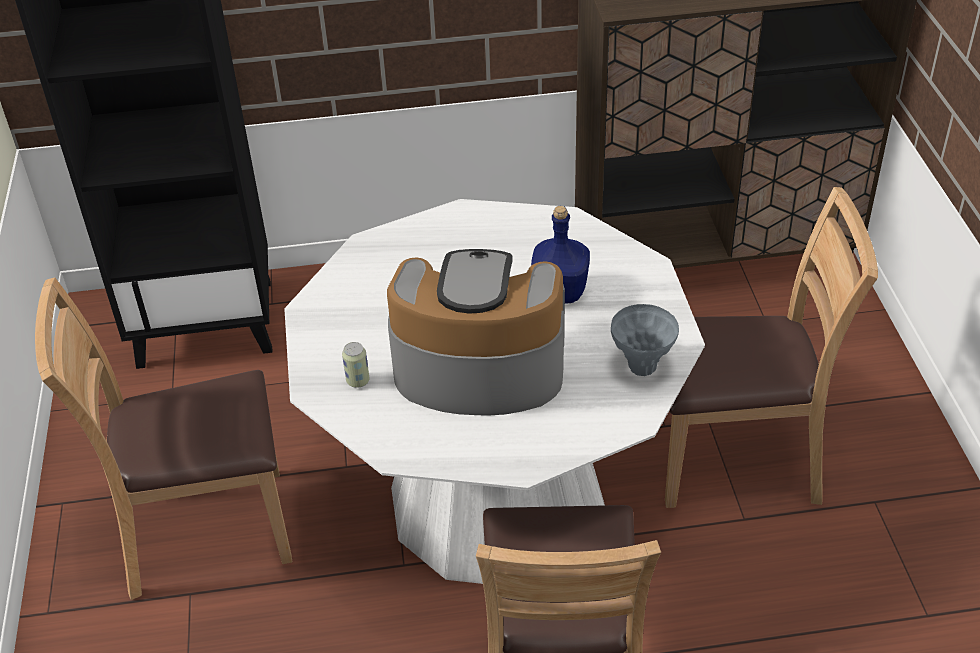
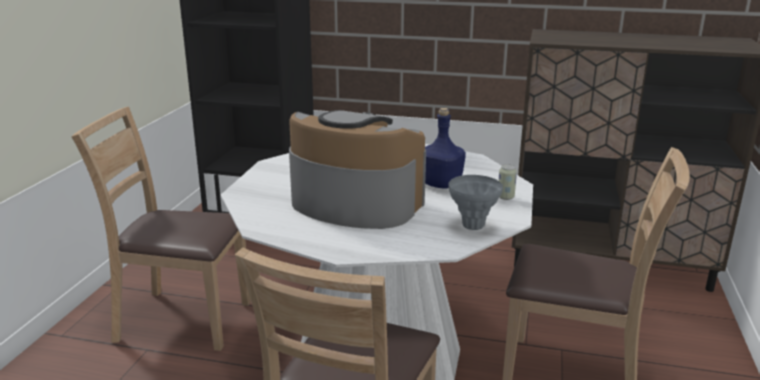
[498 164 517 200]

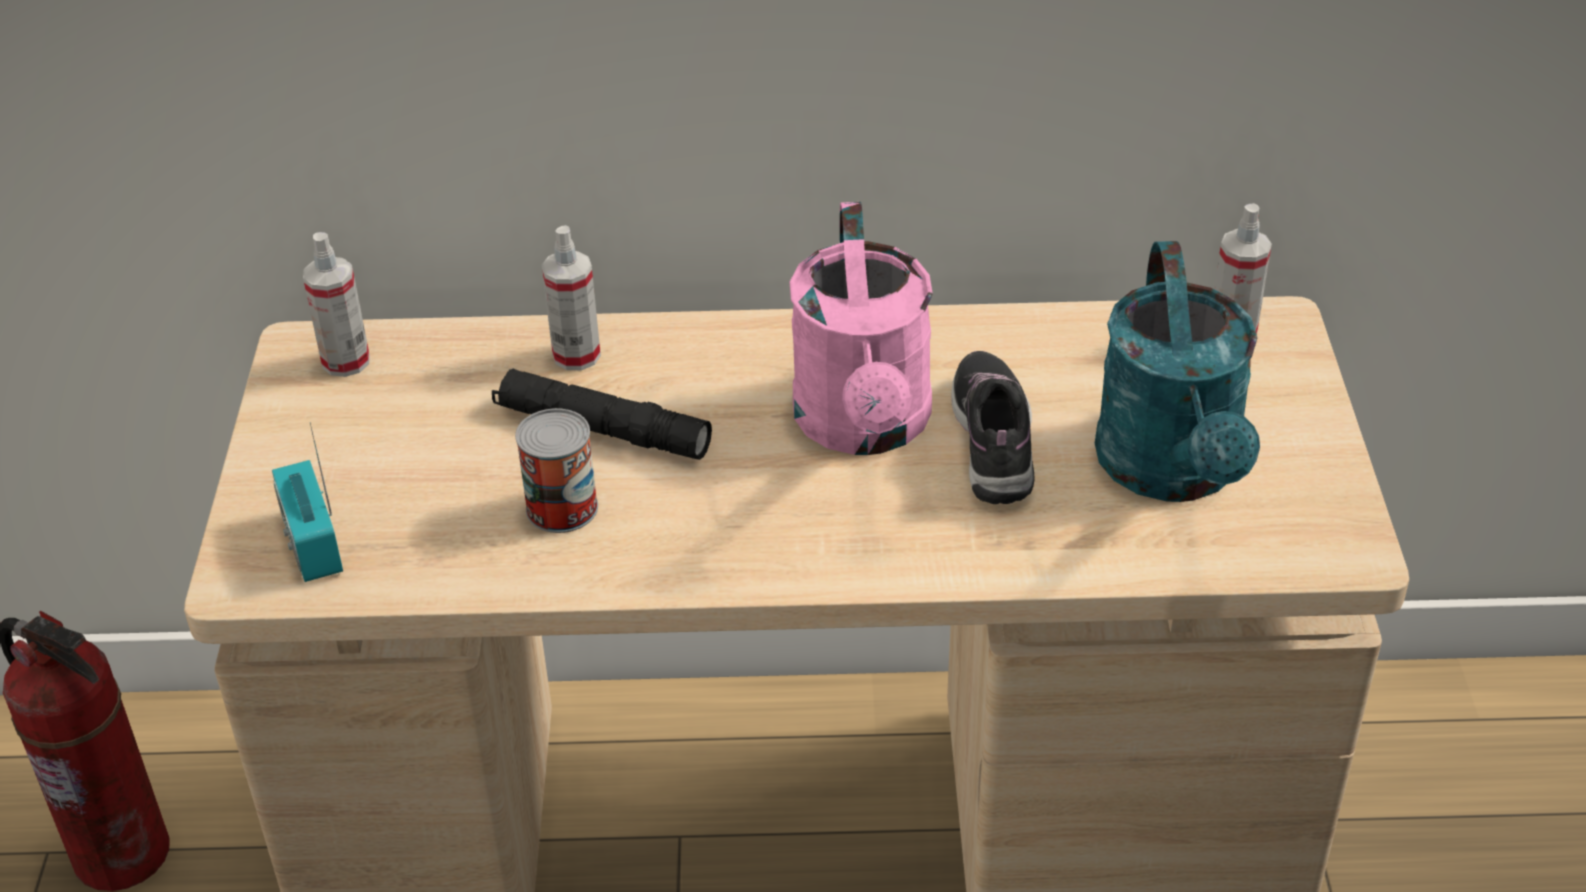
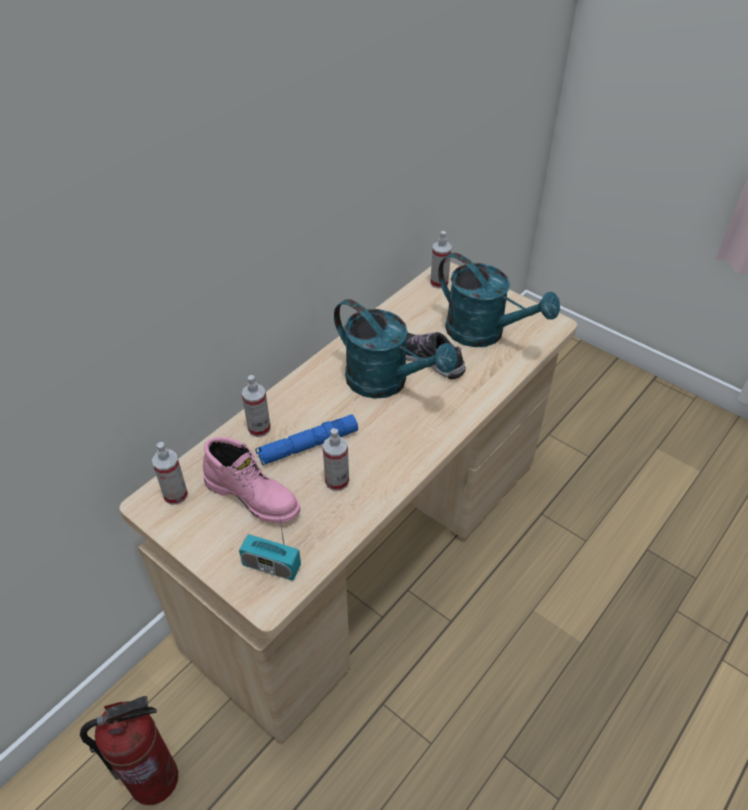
[334 299 458 399]
[255 414 358 465]
[323 428 349 491]
[203 437 300 523]

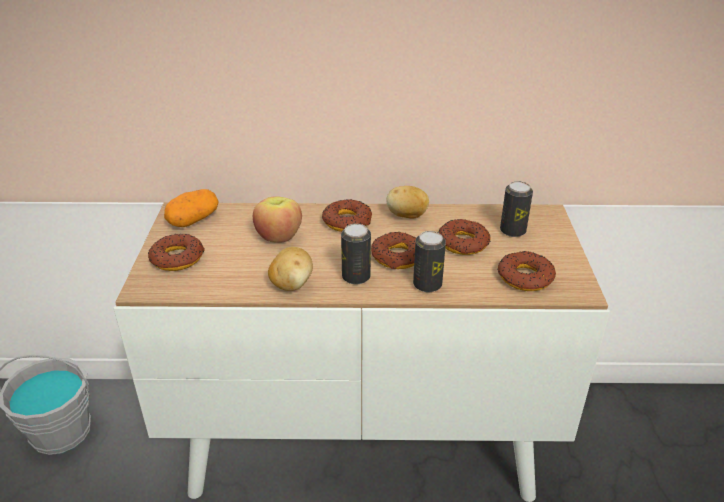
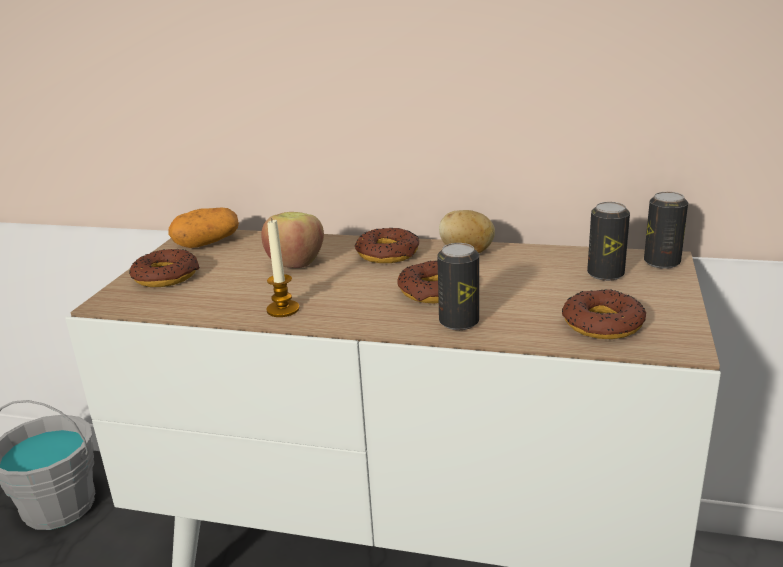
[438 219 490 255] (first image)
[644 192 688 269]
[266 218 300 317]

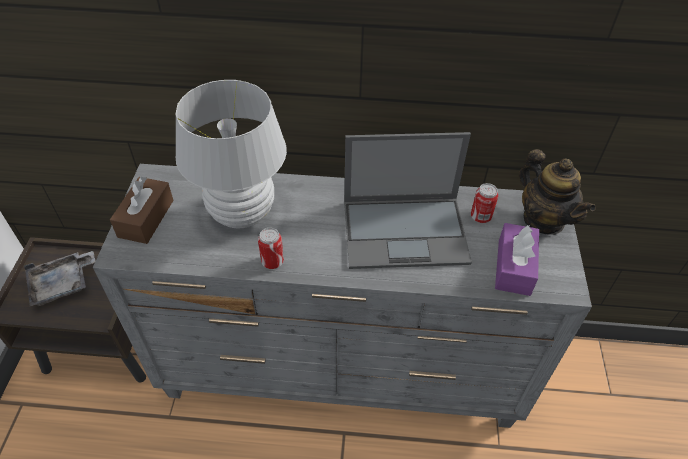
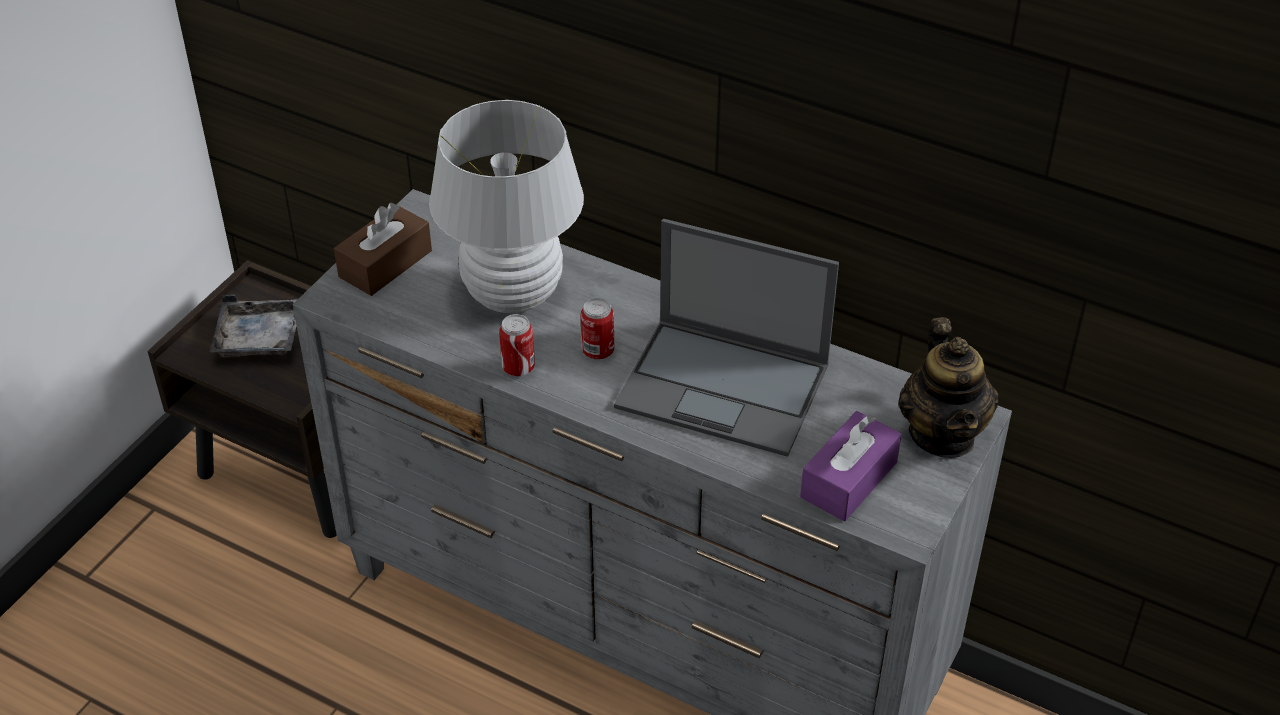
[581 298 614 360]

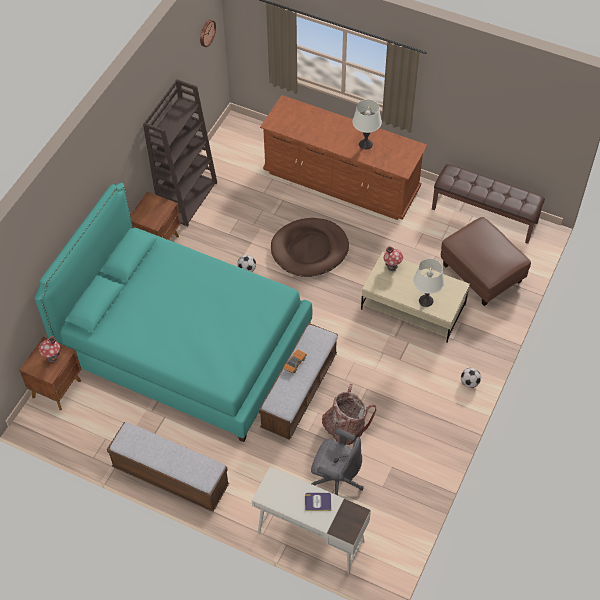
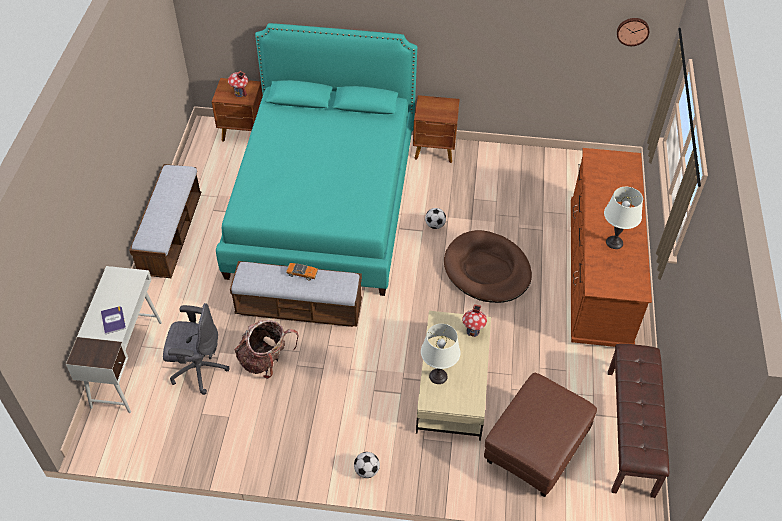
[143 79 217 226] (first image)
[163 303 230 395]

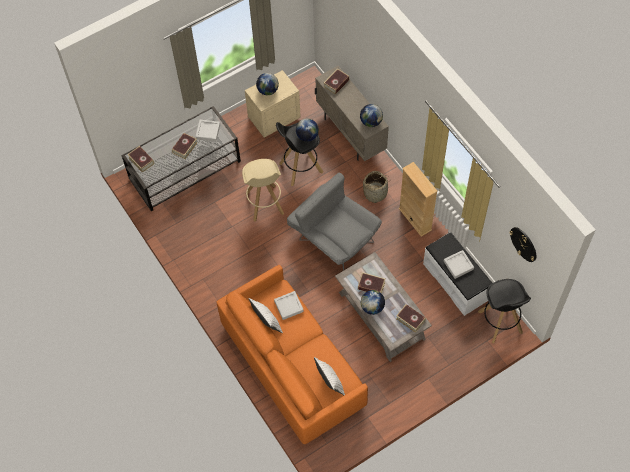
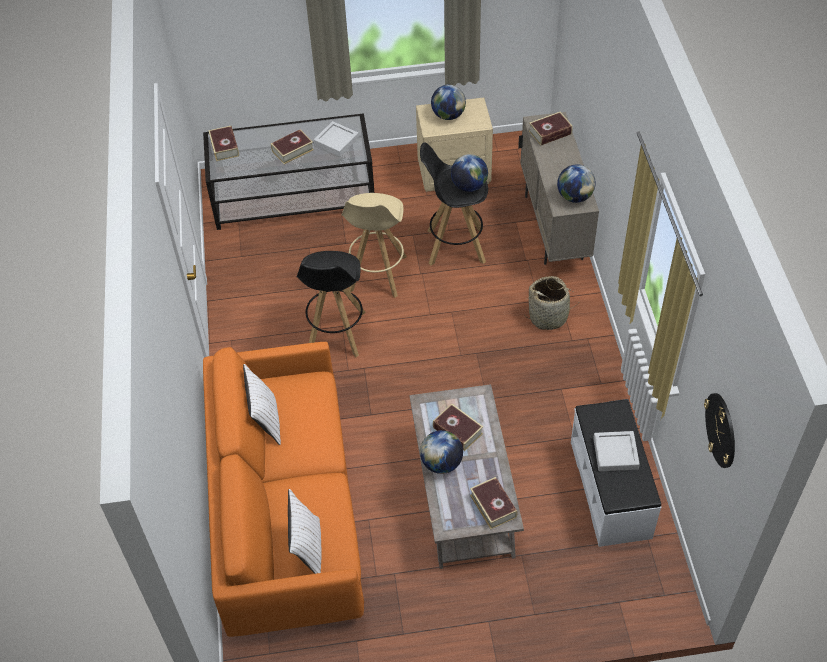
[399 162 438 237] (first image)
[287 172 382 271] (first image)
[297 251 366 357]
[274 291 304 320] (first image)

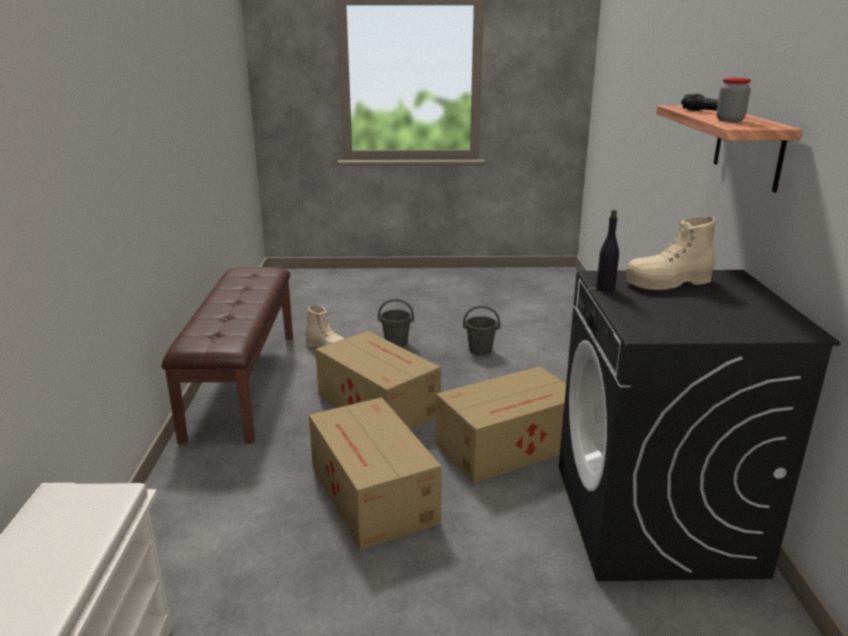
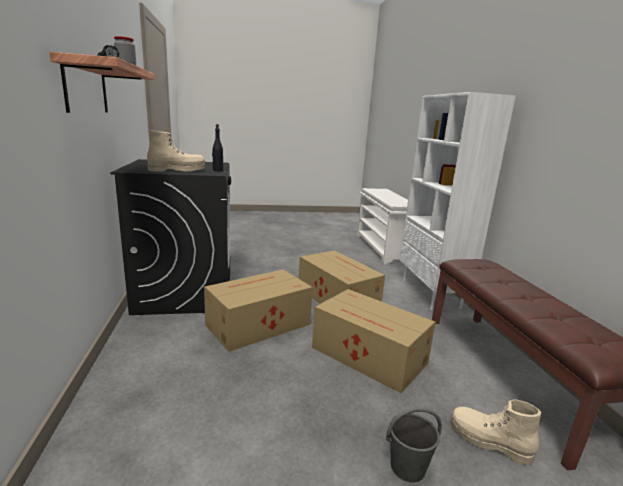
[463 305 500 355] (first image)
[400 92 516 310]

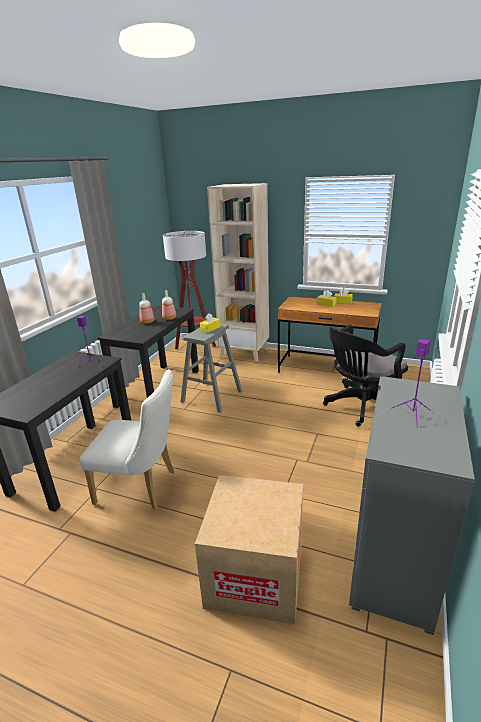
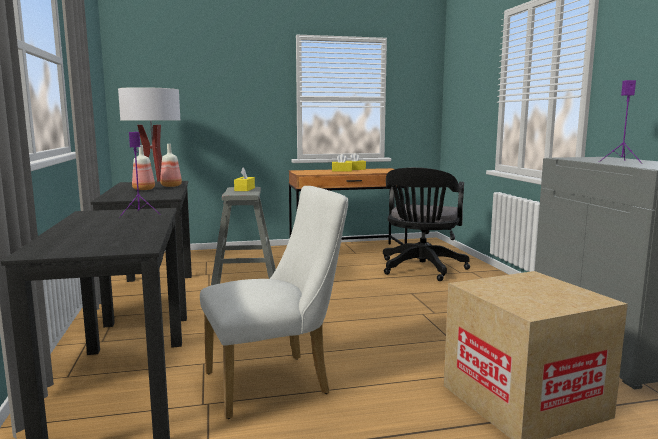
[207 183 269 363] (first image)

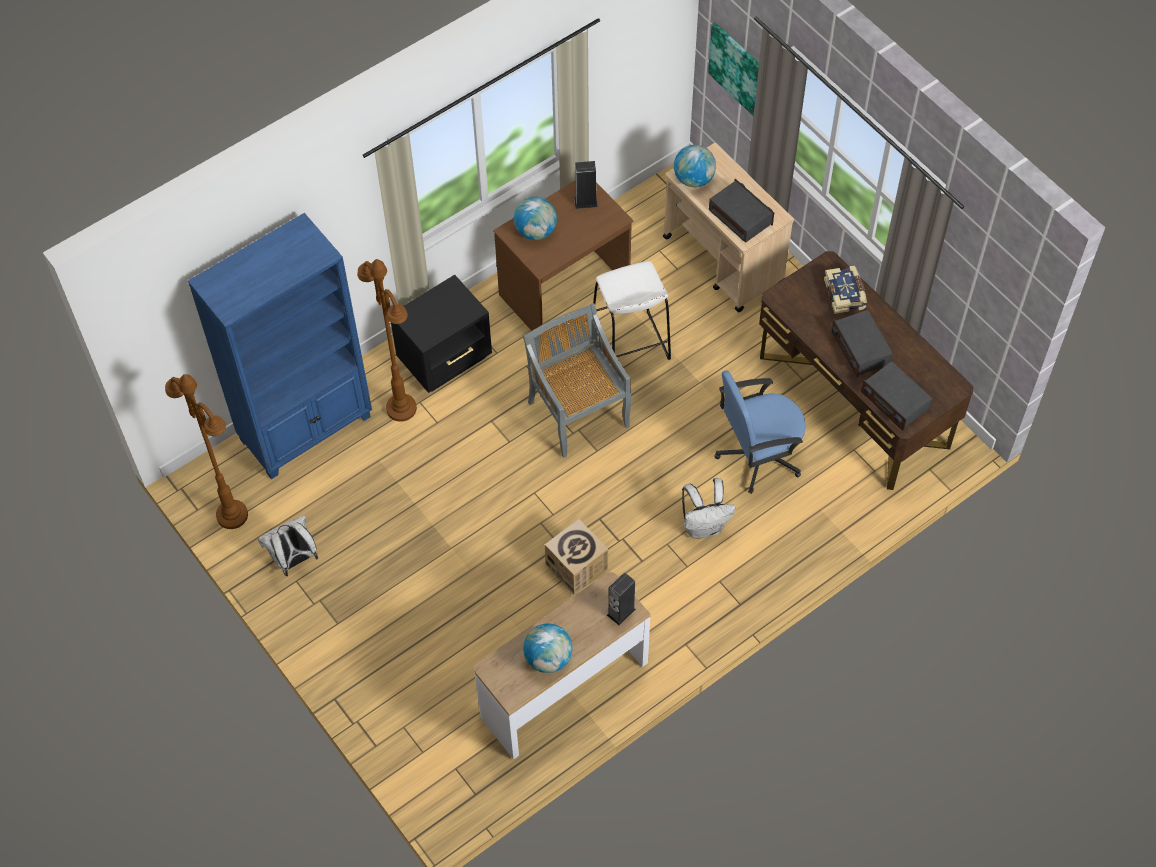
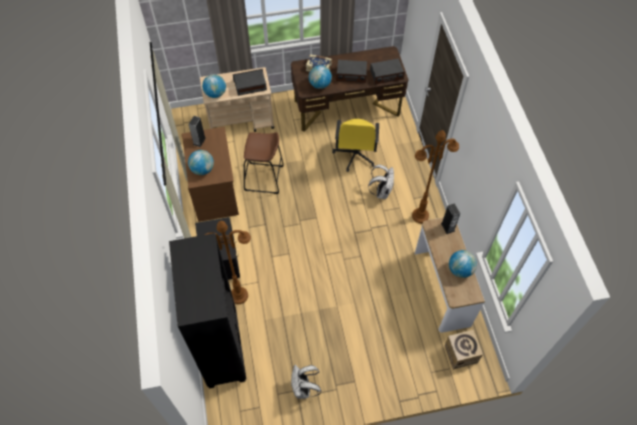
[708 22 759 116] (first image)
[169 233 246 388]
[244 132 284 194]
[523 303 632 458] (first image)
[332 119 379 172]
[412 130 459 223]
[444 330 483 370]
[309 65 332 89]

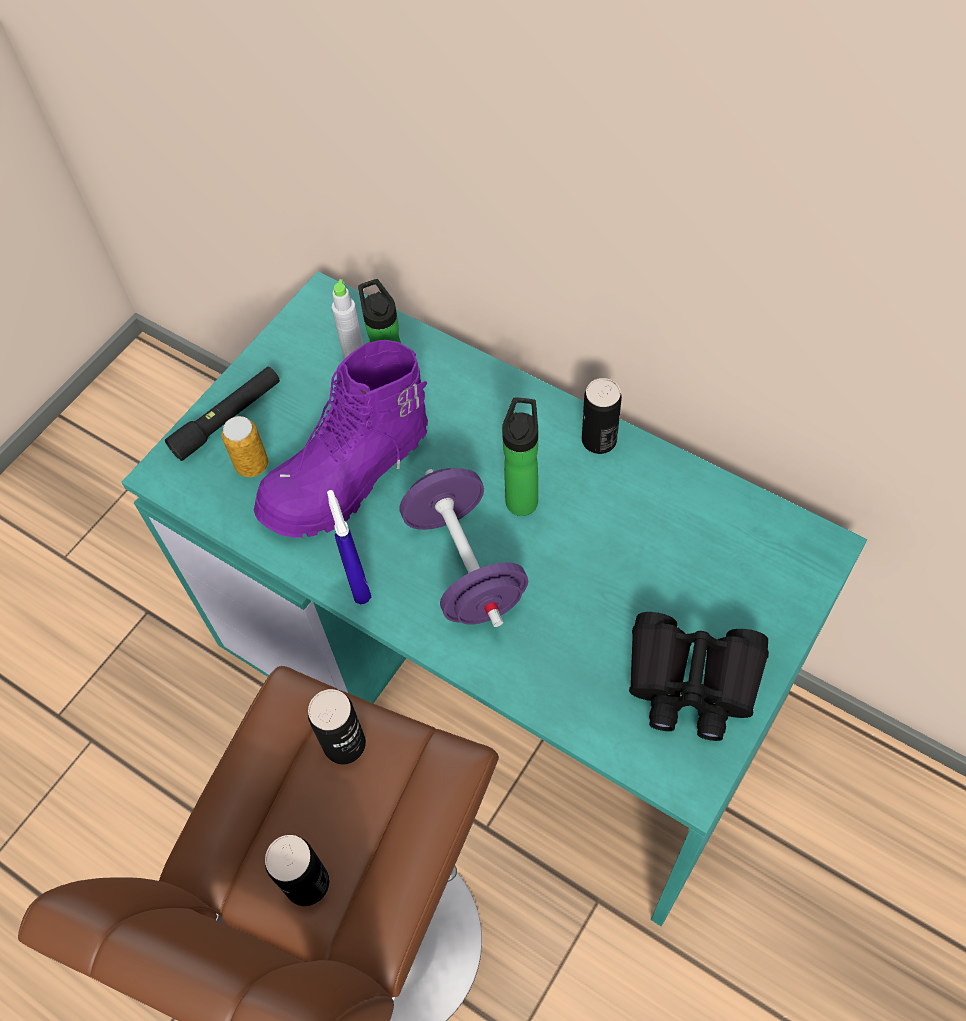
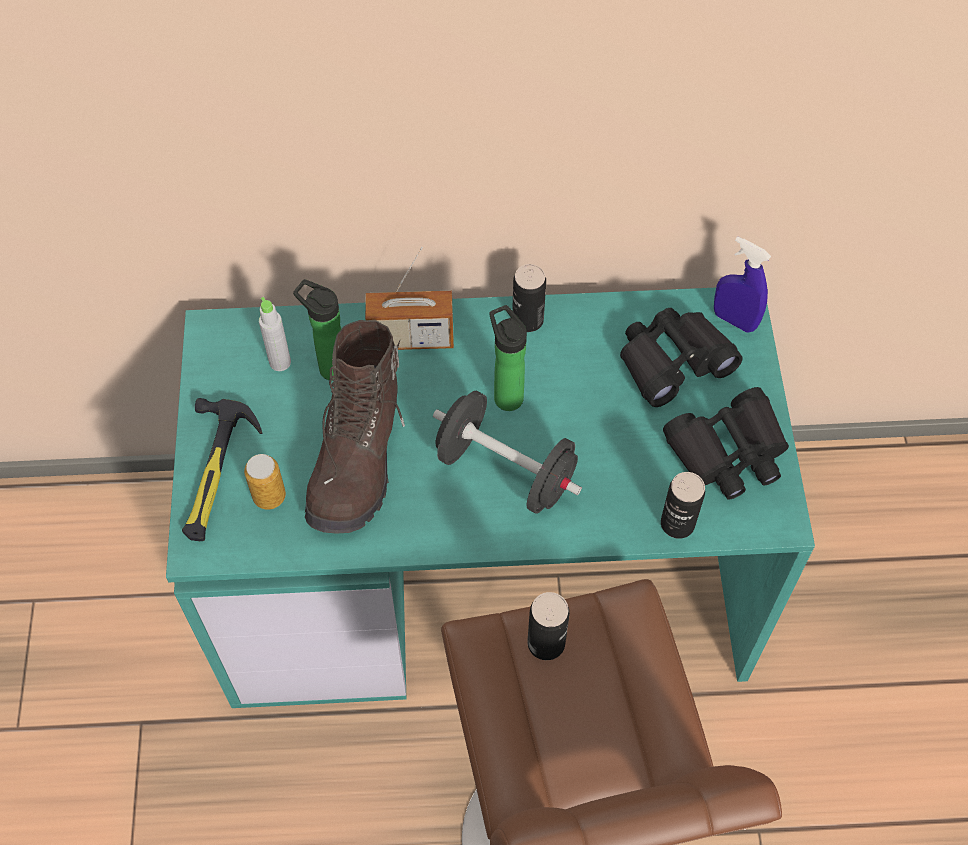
[305 320 405 534]
[182 398 263 541]
[433 391 582 514]
[714 236 771 333]
[661 472 705 539]
[365 247 454 350]
[620 308 742 407]

